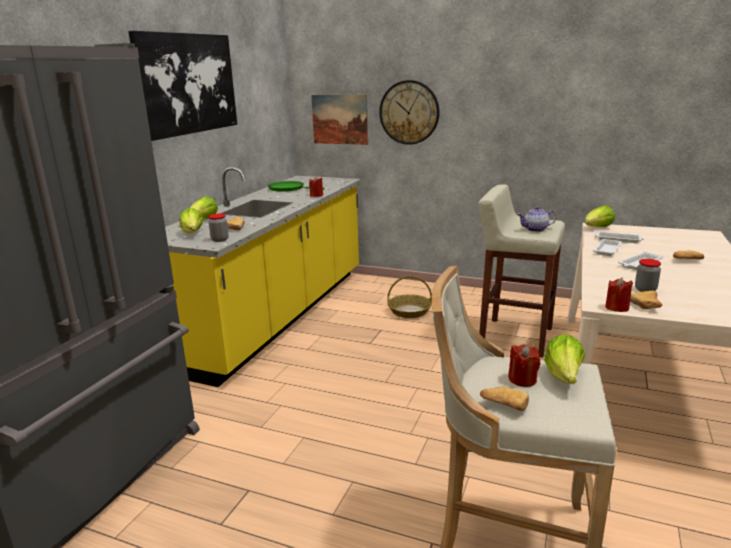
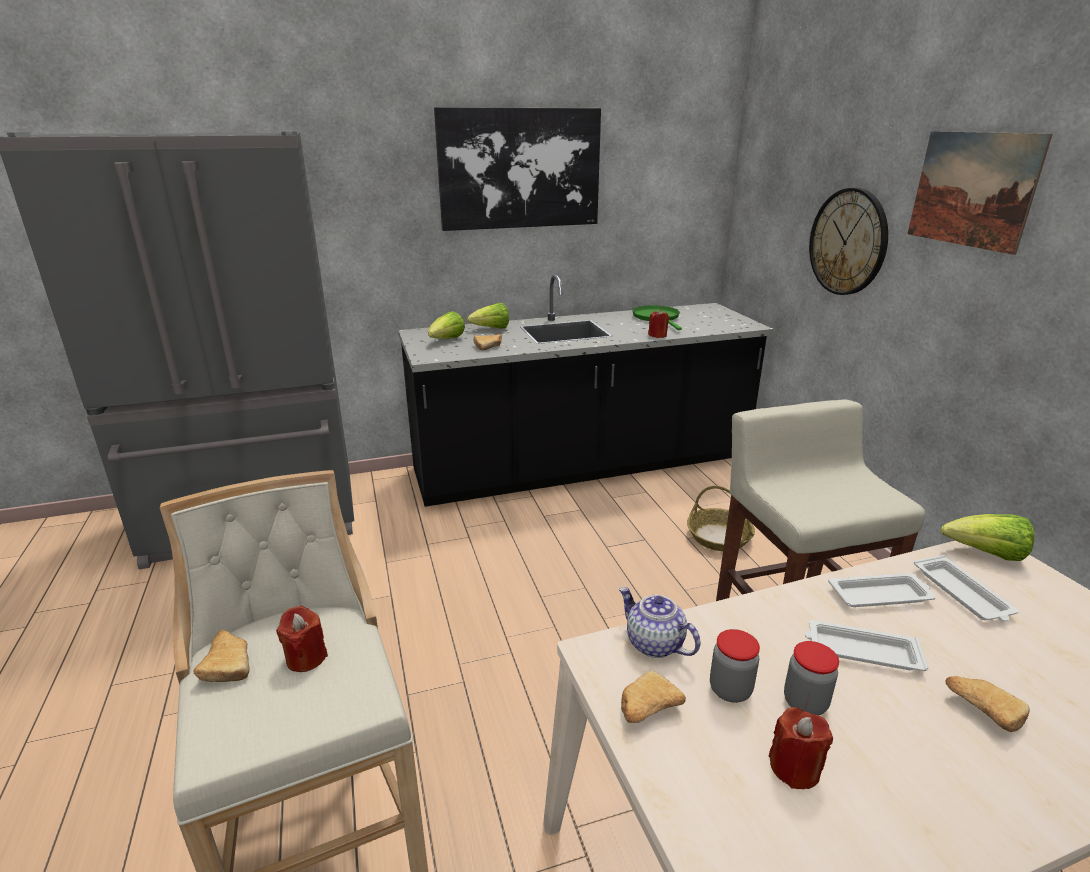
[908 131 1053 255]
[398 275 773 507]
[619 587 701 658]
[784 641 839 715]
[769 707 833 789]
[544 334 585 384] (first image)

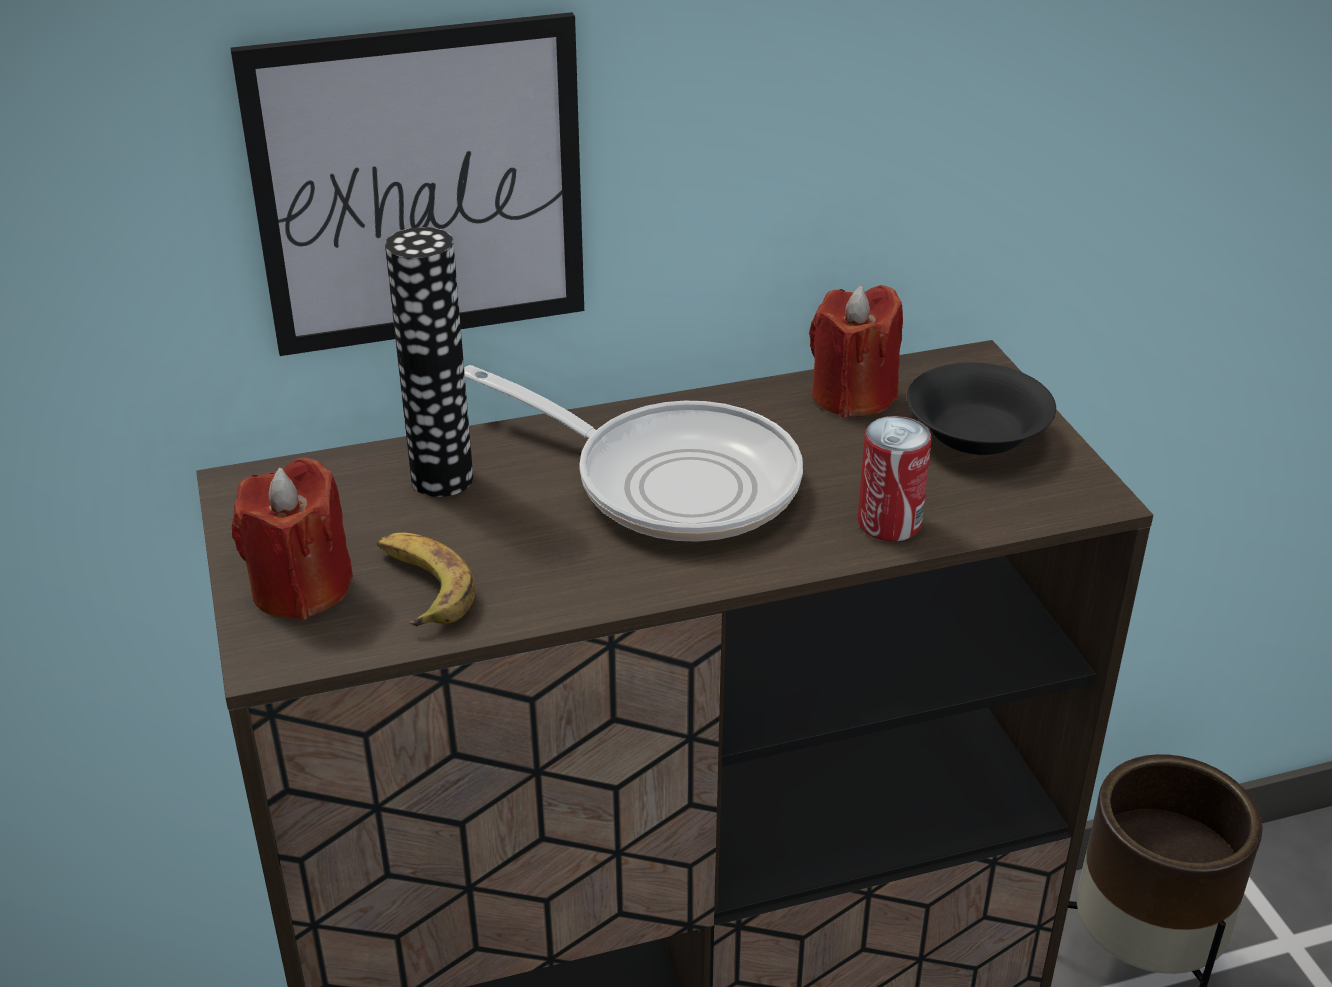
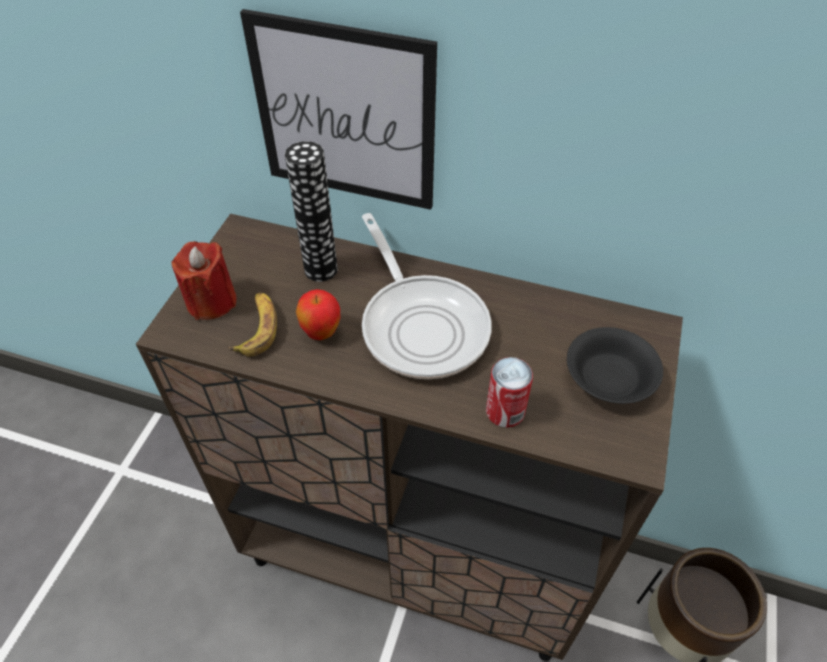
[809 285 903 418] (first image)
[296 289 340 340]

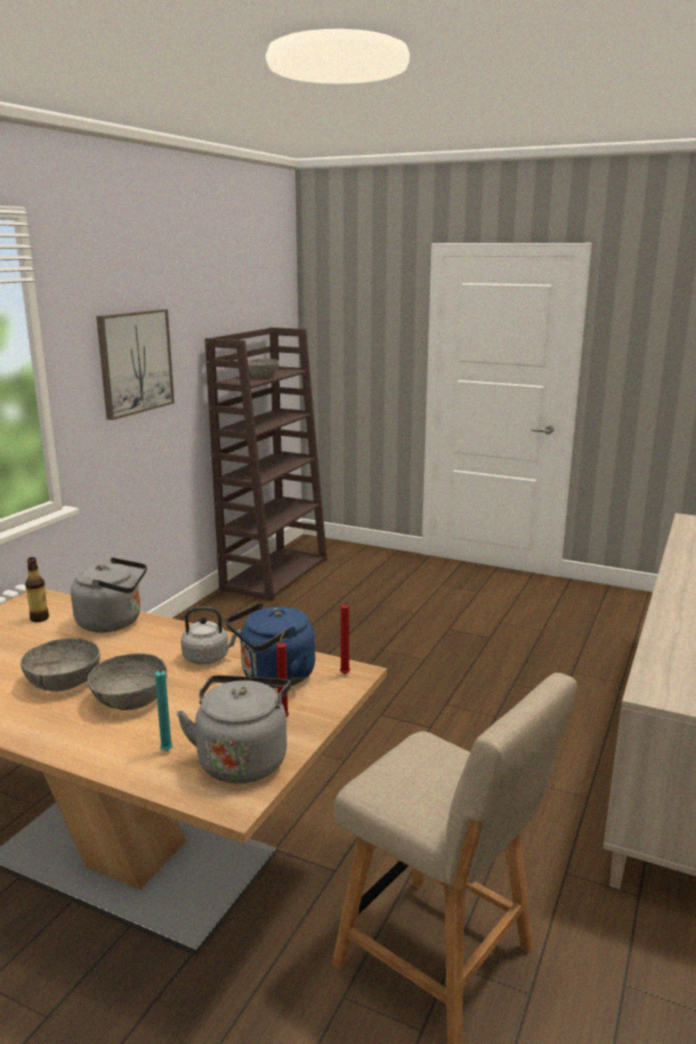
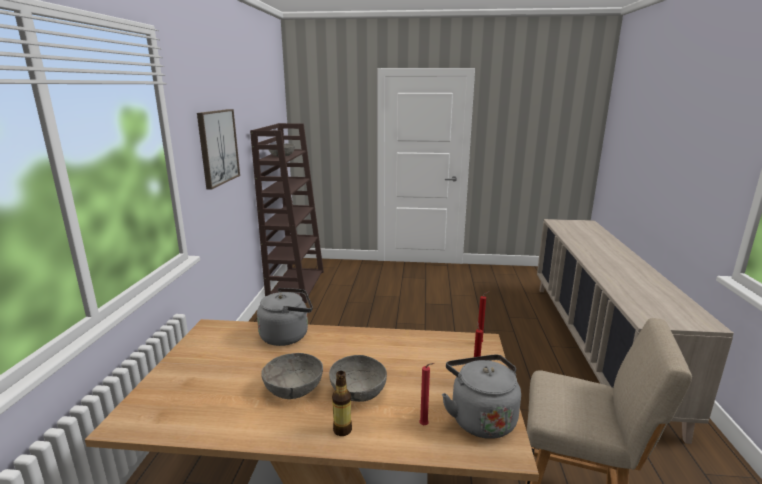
[332 371 352 436]
[226 602 315 688] (first image)
[181 606 241 665] (first image)
[419 363 434 425]

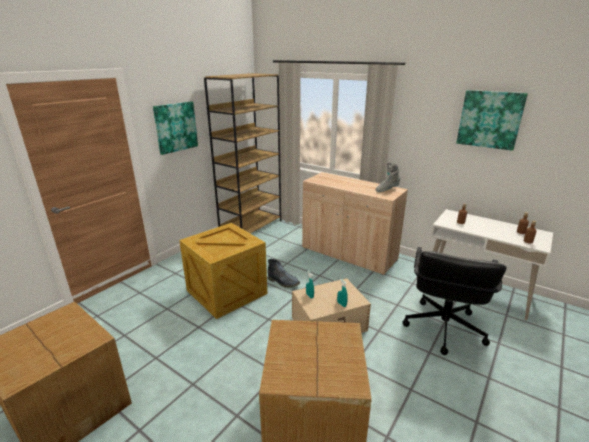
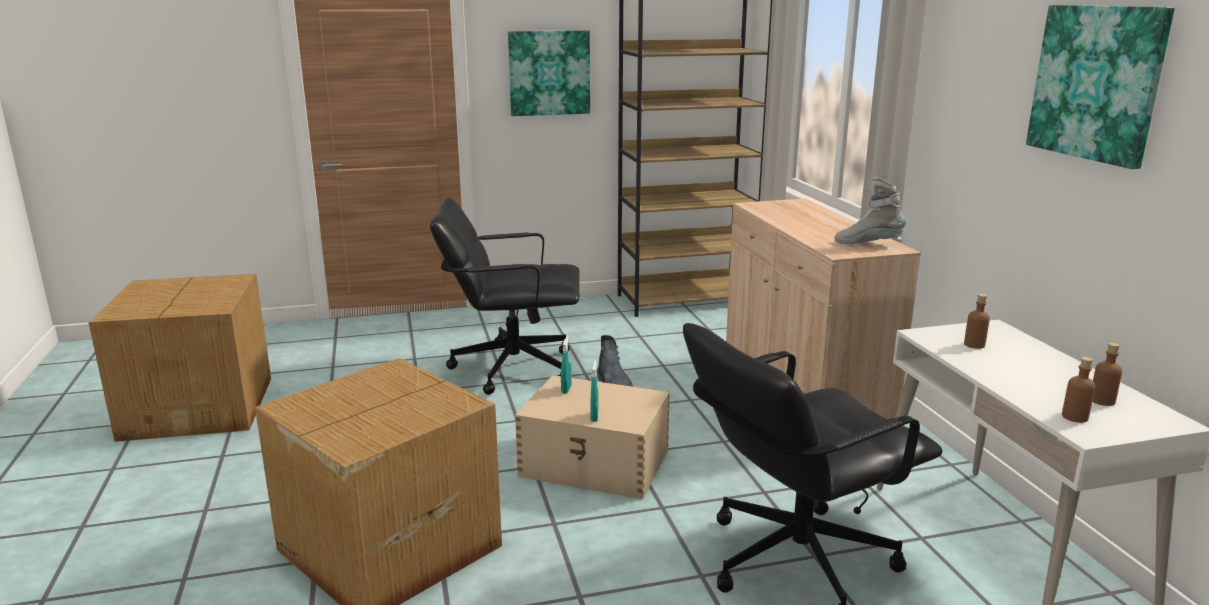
[430 197 580 395]

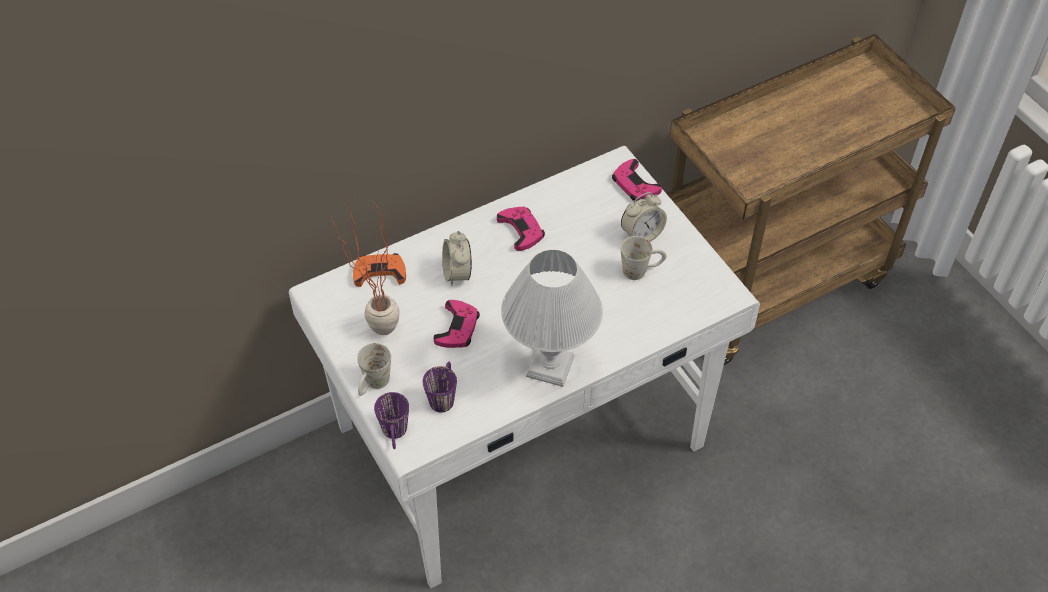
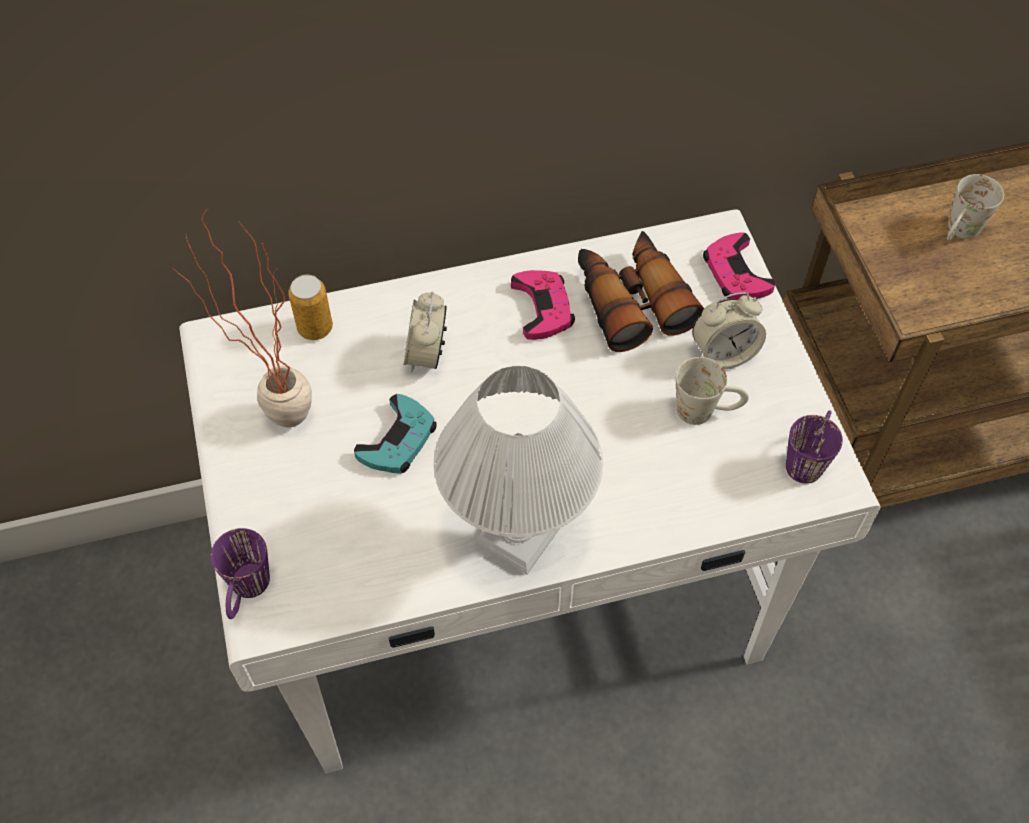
[288 275 333 340]
[354 394 437 474]
[947 174 1004 241]
[786 410 843 484]
[578 231 704 352]

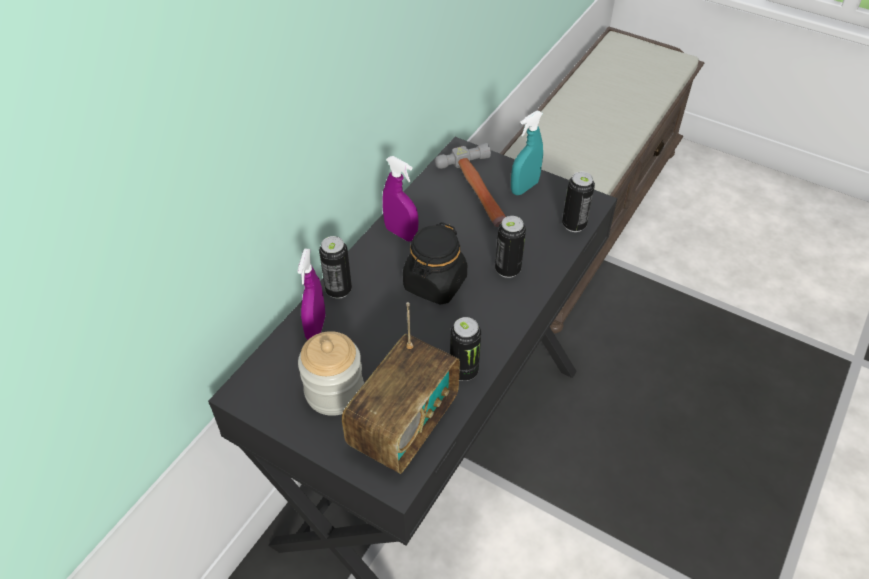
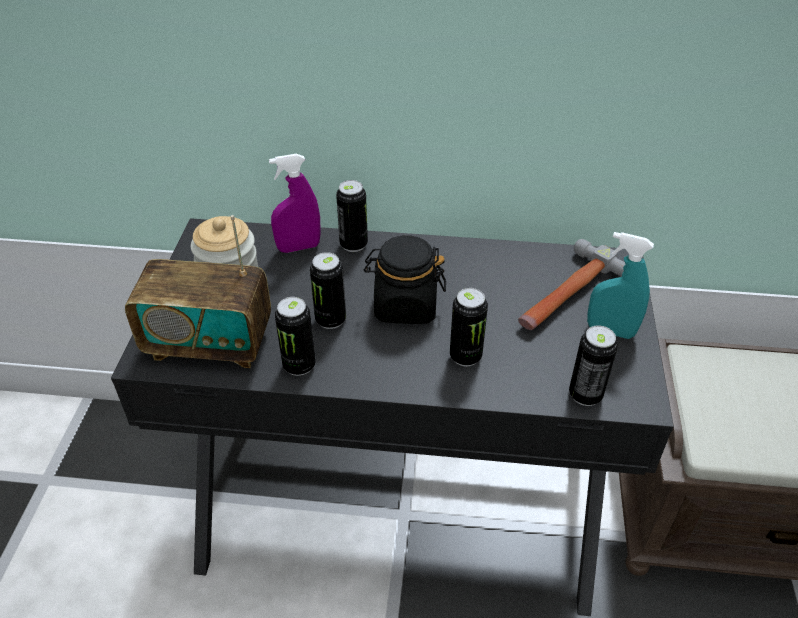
[382 156 419 242] (first image)
[310 252 346 329]

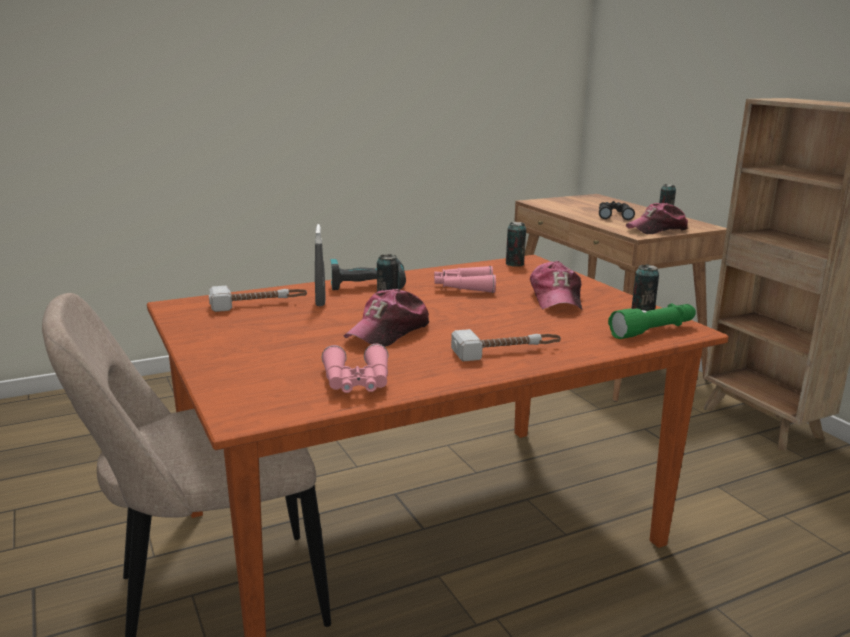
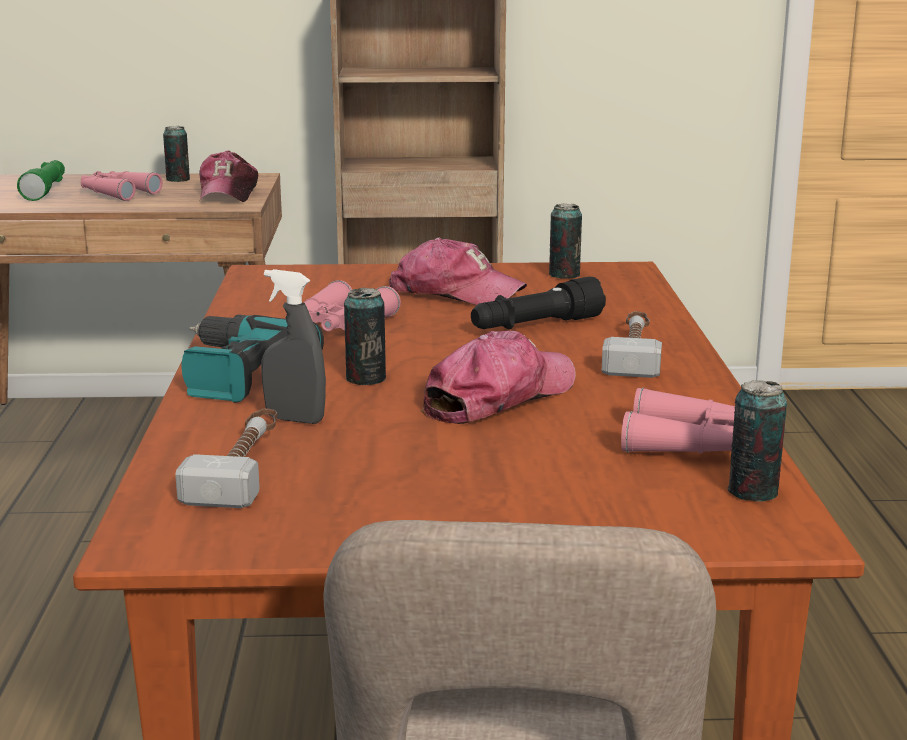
[81 171 163 201]
[727 380 787 502]
[421 331 576 424]
[17 160 65 201]
[471 276 606 330]

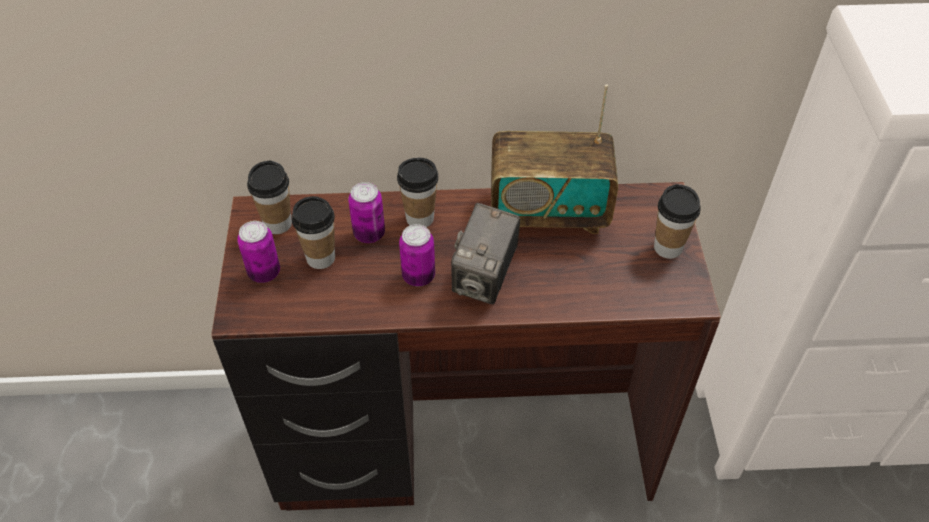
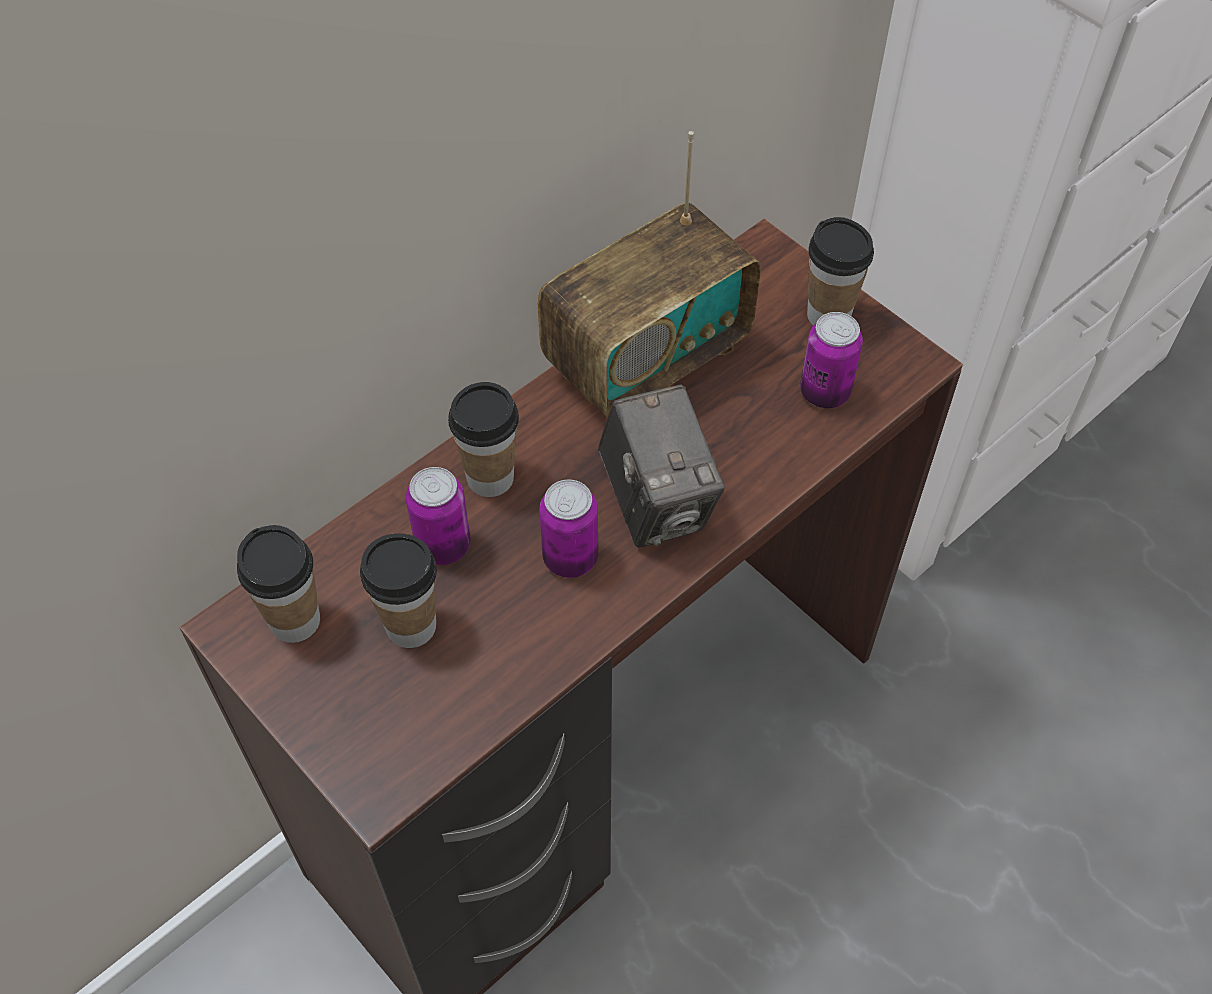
[800 312 863 408]

